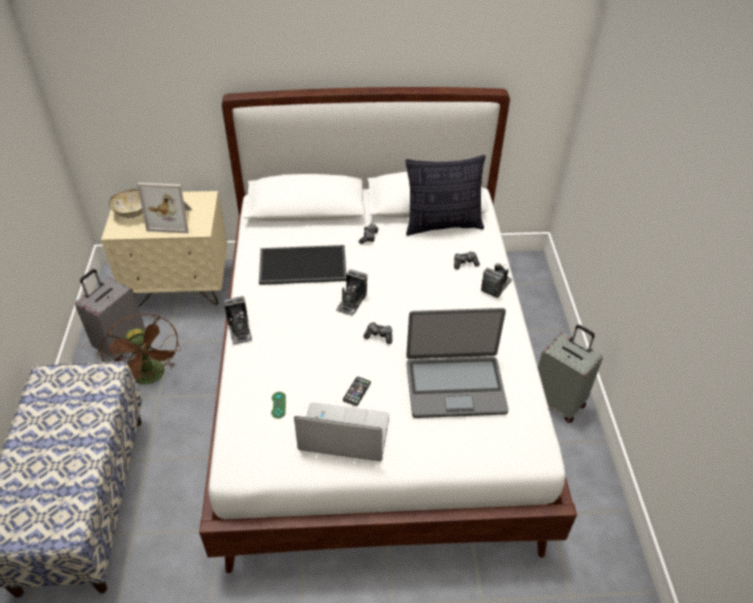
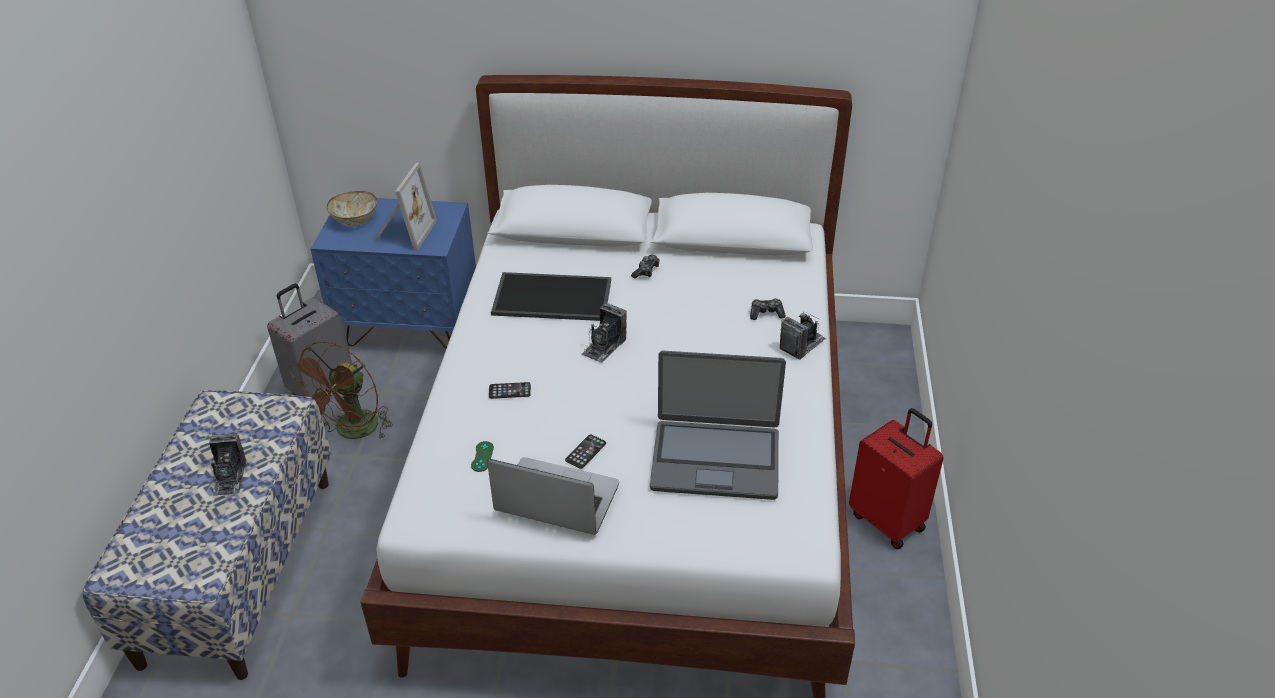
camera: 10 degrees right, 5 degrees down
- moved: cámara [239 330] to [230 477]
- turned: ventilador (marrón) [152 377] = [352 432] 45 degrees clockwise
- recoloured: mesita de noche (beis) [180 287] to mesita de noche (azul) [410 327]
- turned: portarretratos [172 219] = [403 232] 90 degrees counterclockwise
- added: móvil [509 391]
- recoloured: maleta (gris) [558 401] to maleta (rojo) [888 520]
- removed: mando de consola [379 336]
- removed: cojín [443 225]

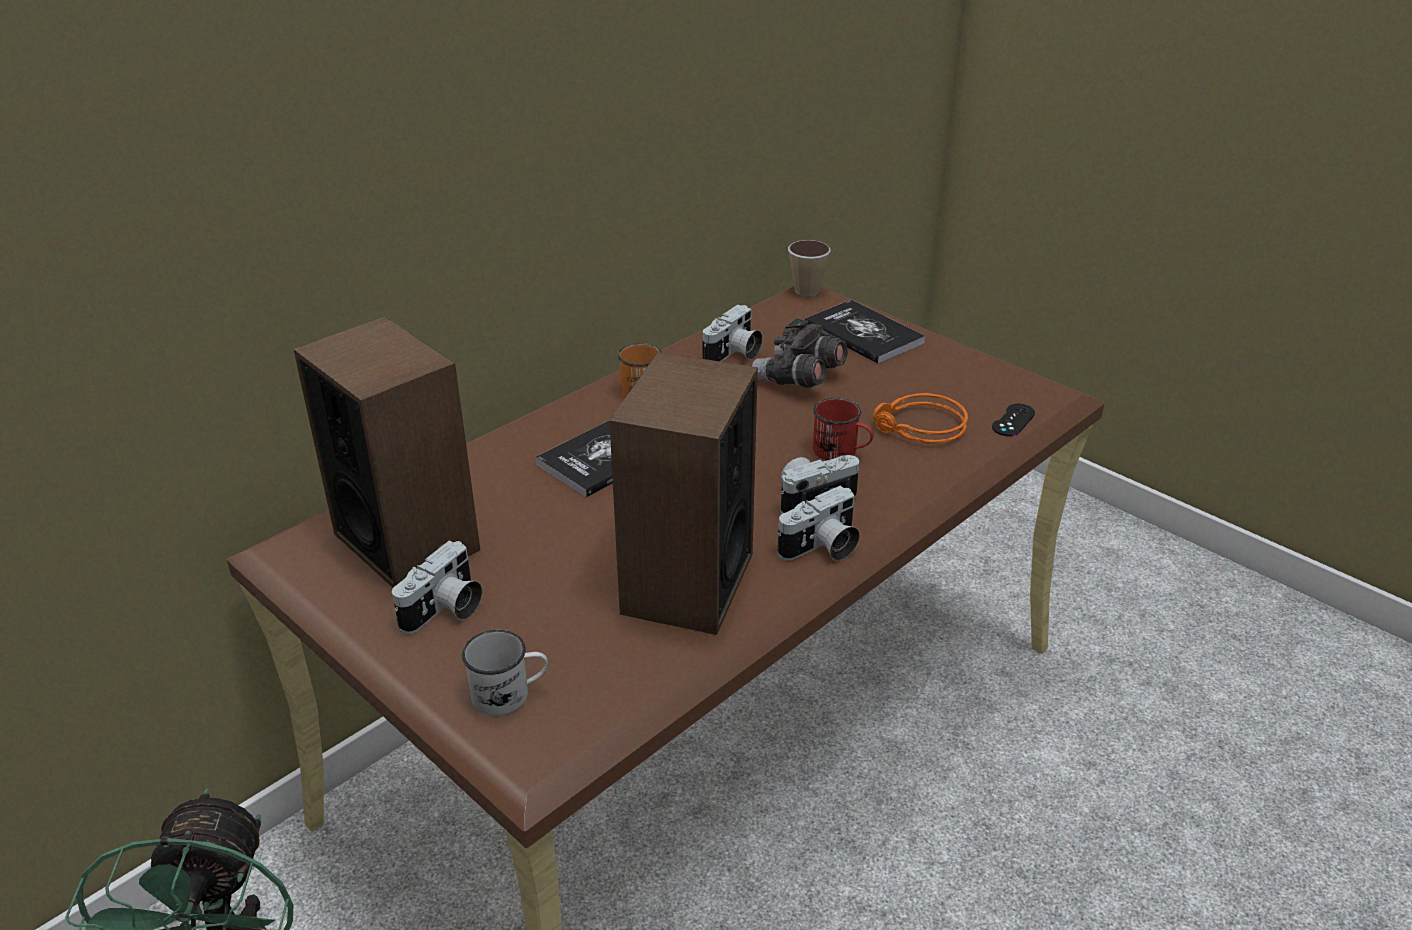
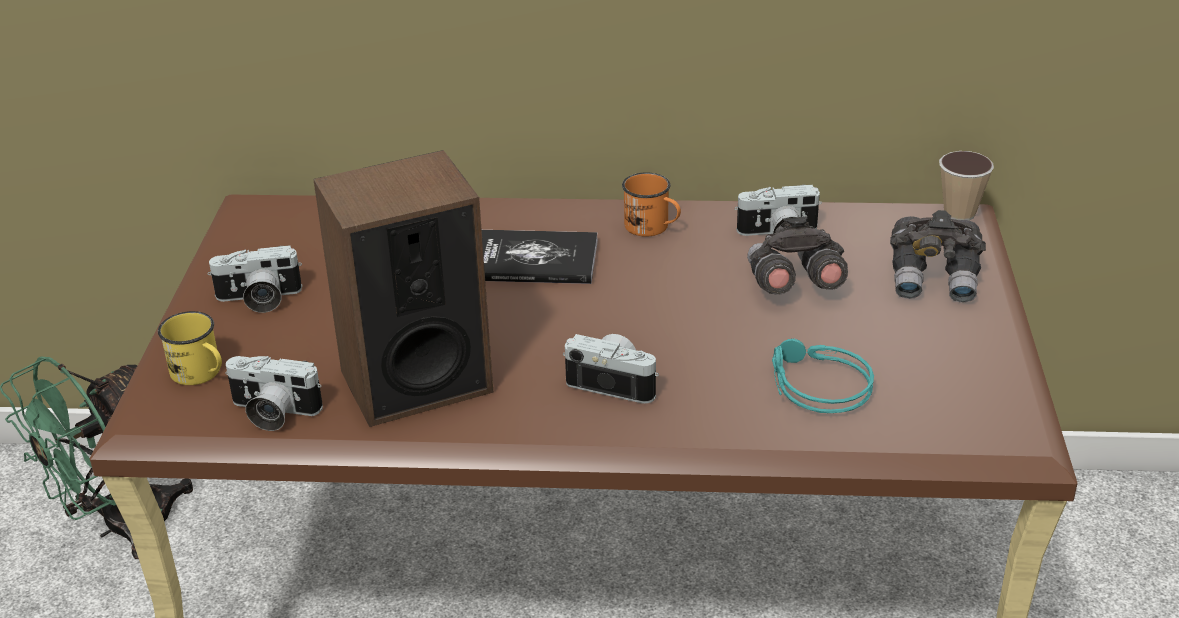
camera: 50 degrees right, 0 degrees up
- recoloured: taza grande (blanco) [509 694] to taza grande (amarillo) [201 374]
- moved: cámara [822 548] to [272 413]
- recoloured: auriculares (naranja) [919 428] to auriculares (turquesa) [815 386]
- replaced: libro [863 334] to prismáticos (gris) [934 279]
- removed: altavoz [407 541]
- removed: taza grande (rojo) [841 452]
- removed: mando de consola (negro) [1013 420]

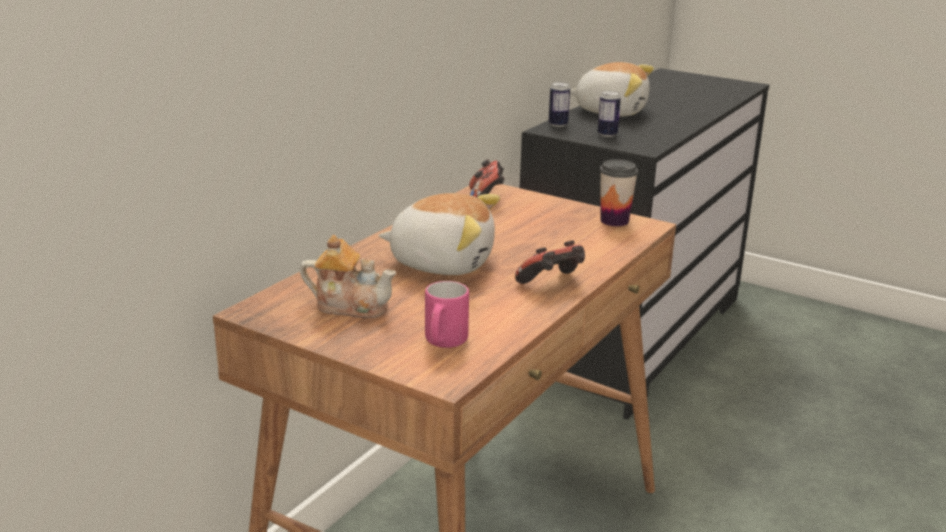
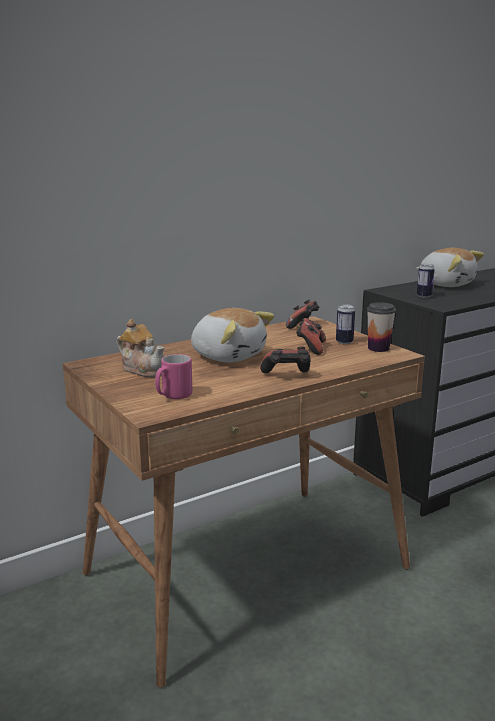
camera: 25 degrees right, 5 degrees down
- added: mando de consola [310 348]
- moved: lata [558 125] to [344 342]

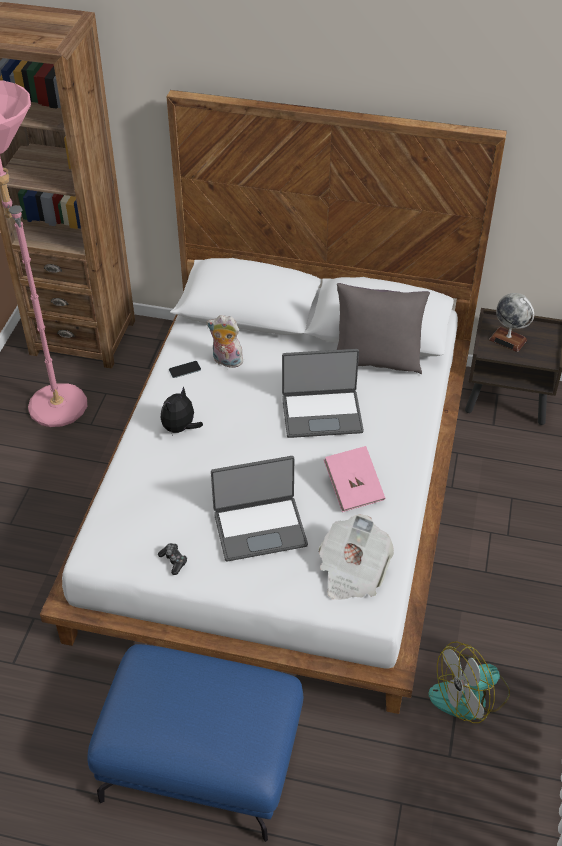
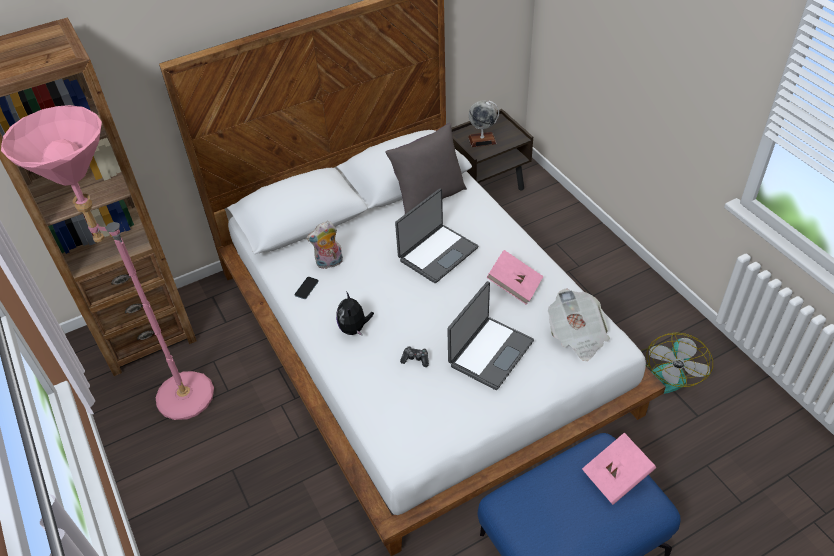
camera: 40 degrees left, 0 degrees up
- moved: mando de consola [174 561] to [415 359]
- added: libro (rosa) [616 476]

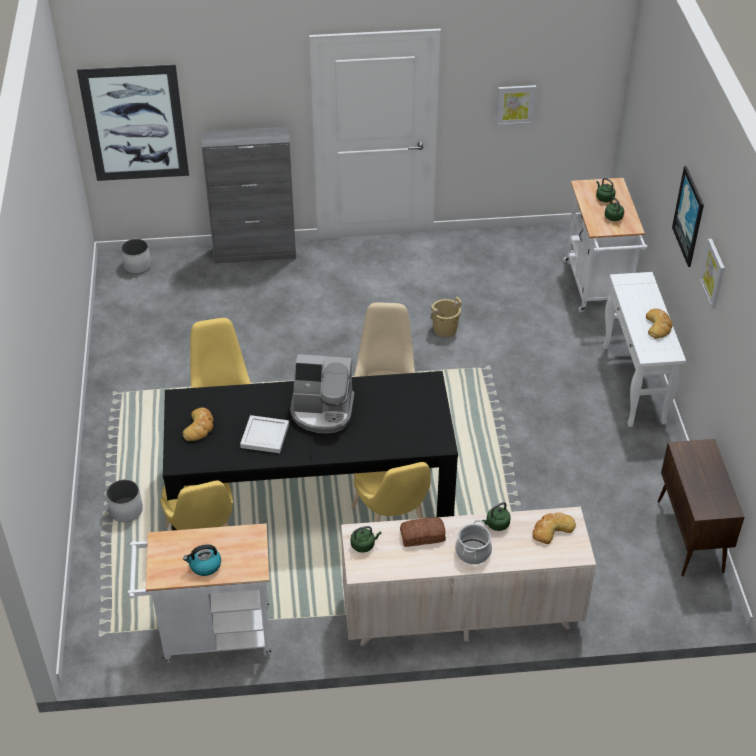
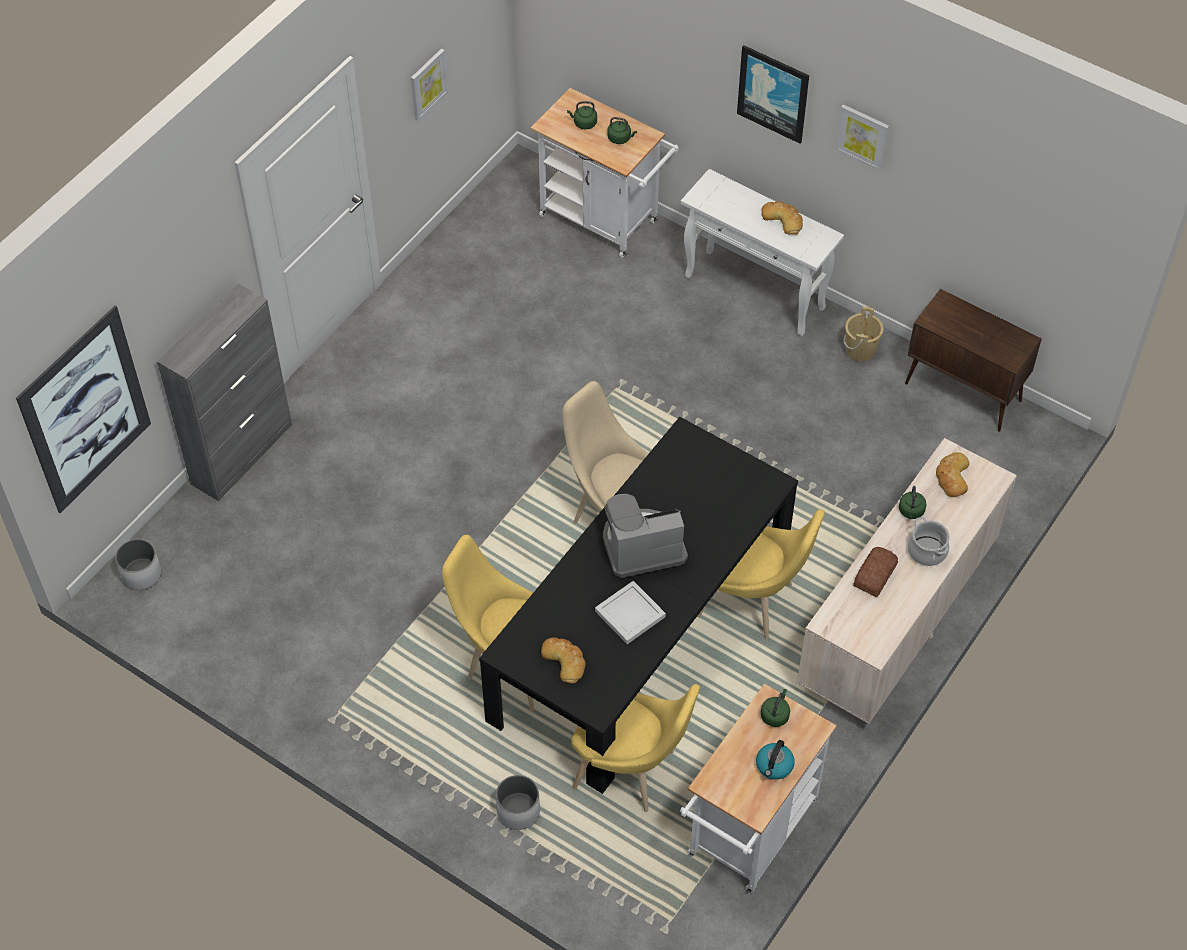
camera: 50 degrees left, 10 degrees up
- turned: cafetera [322 411] = [642 546] 150 degrees counterclockwise
- moved: hervidor (verde) [364 545] to [775 715]
- moved: cubo (beis) [445 329] to [860 350]

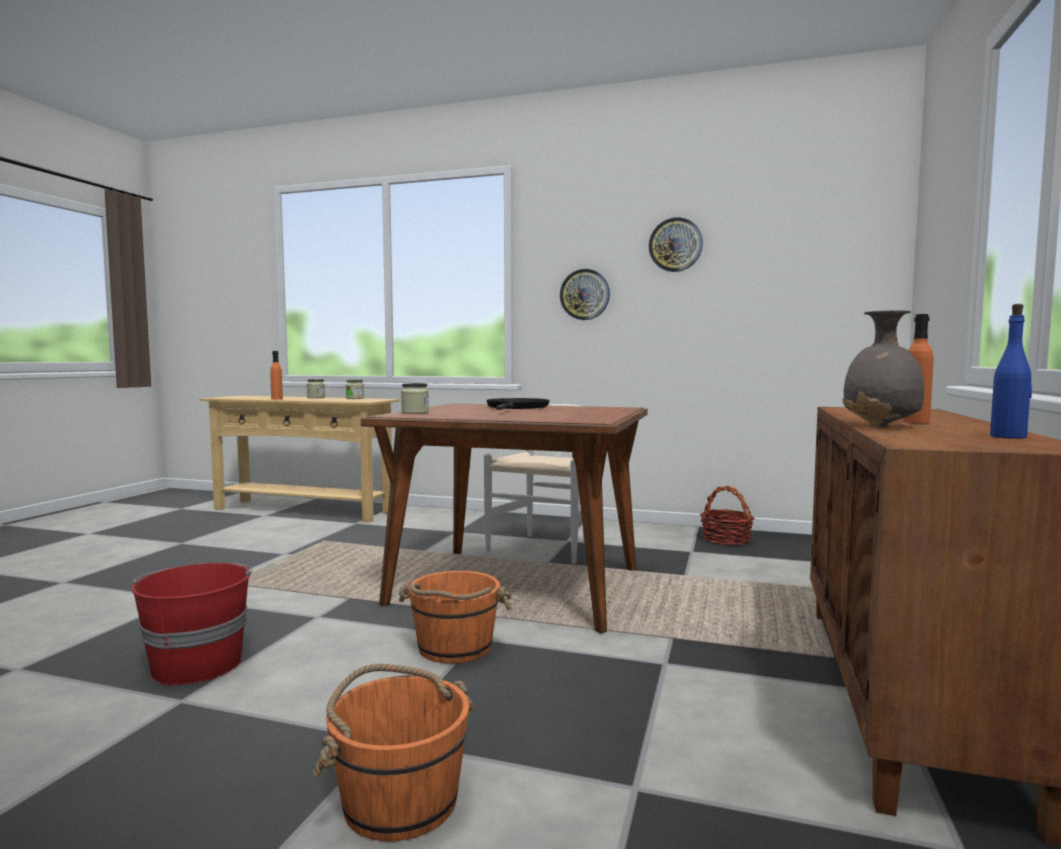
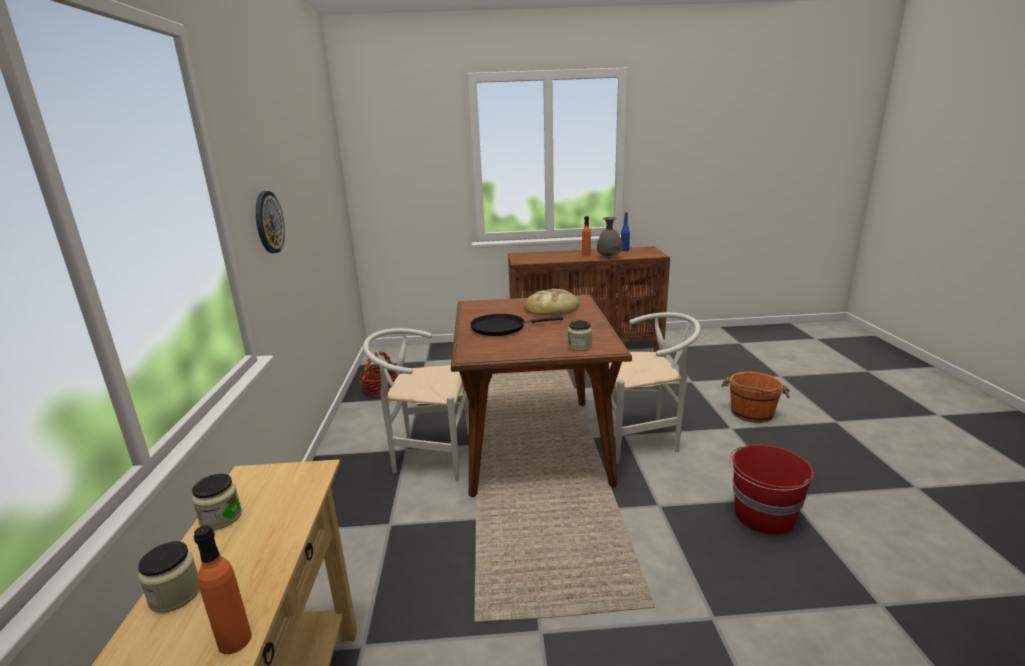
camera: 110 degrees left, 15 degrees up
- added: pan [552 307]
- replaced: cubo (naranja) [454 648] to silla (blanco) [643 437]
- removed: reloj de pared [675 245]

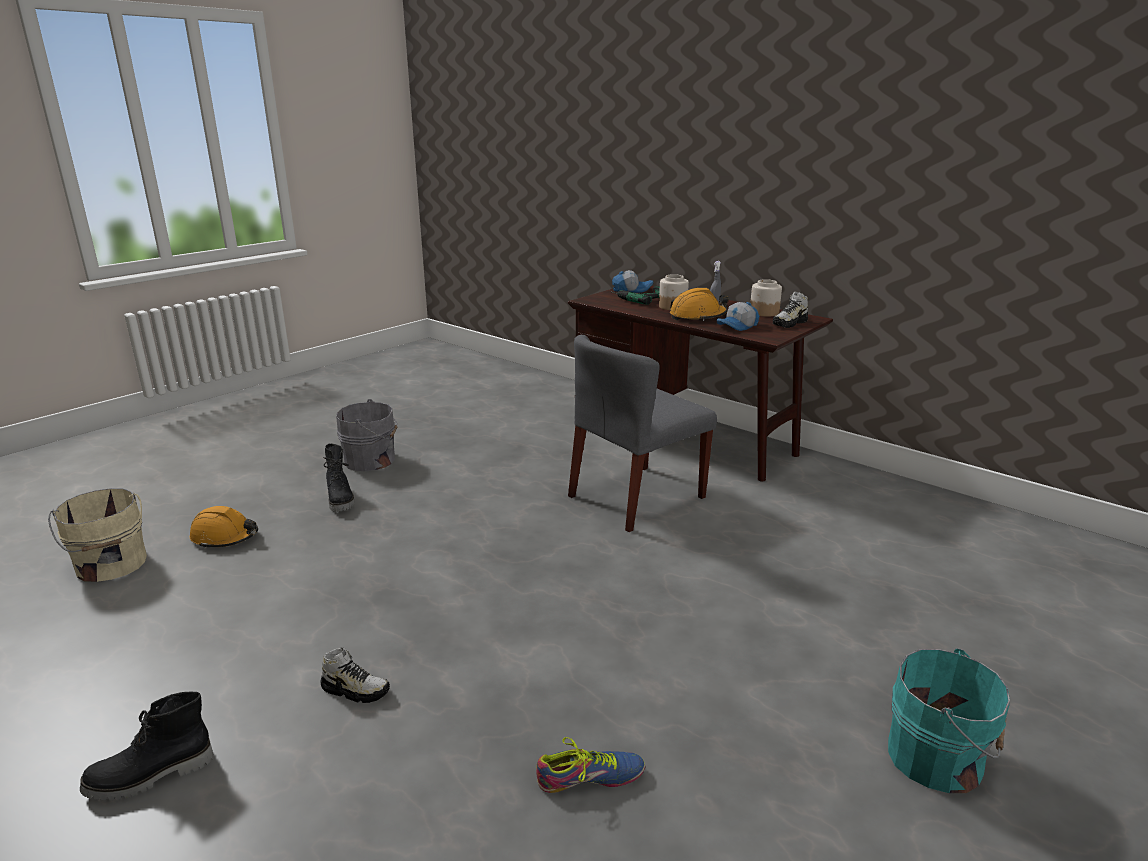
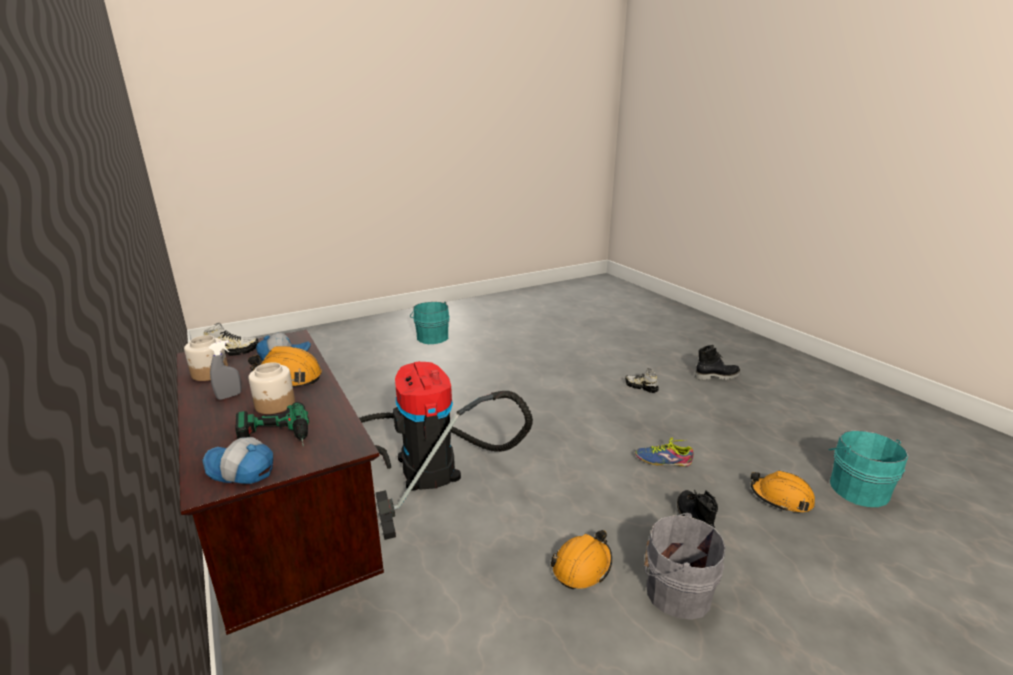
camera: 160 degrees left, 0 degrees up
- replaced: silla (gris) [636 497] to aspiradora [424 464]
- added: casco (naranja) [582 566]
- moved: zapato [589 777] to [663 460]
- recoloured: cubo (beis) [111 565] to cubo (turquesa) [857 488]

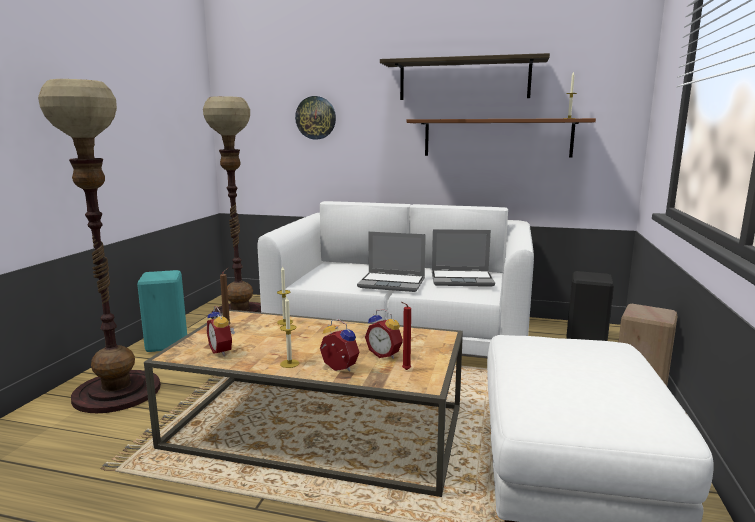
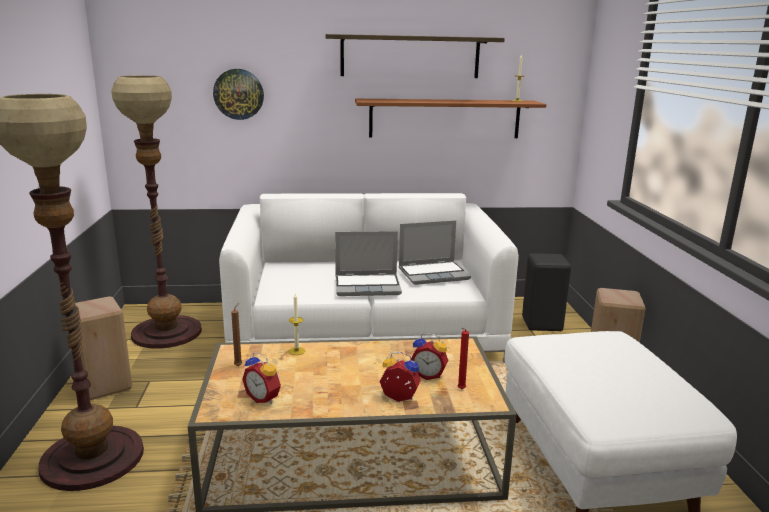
camera: 20 degrees left, 5 degrees up
- recoloured: taburete (turquesa) [168 344] to taburete (beis) [106 385]
- removed: vela [289 363]

